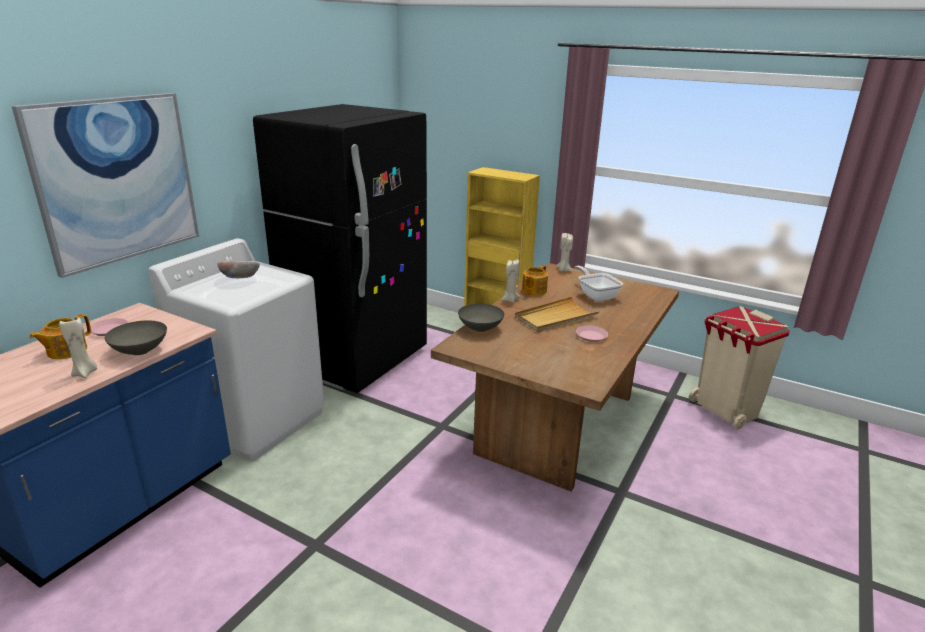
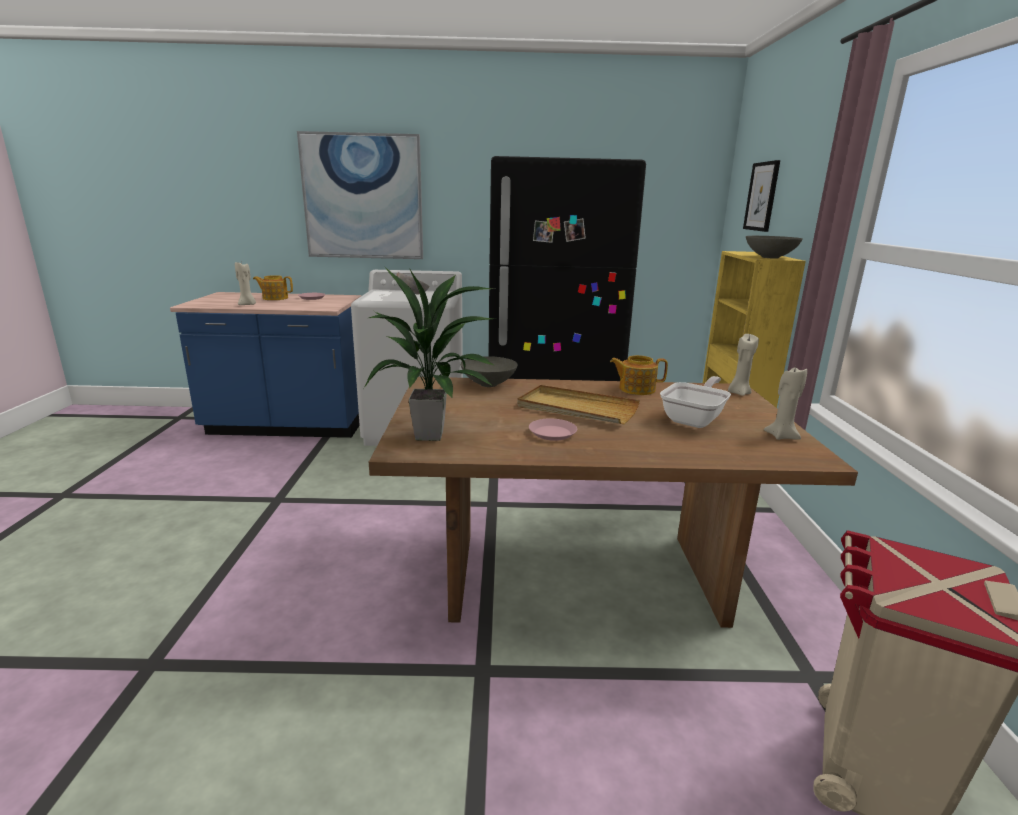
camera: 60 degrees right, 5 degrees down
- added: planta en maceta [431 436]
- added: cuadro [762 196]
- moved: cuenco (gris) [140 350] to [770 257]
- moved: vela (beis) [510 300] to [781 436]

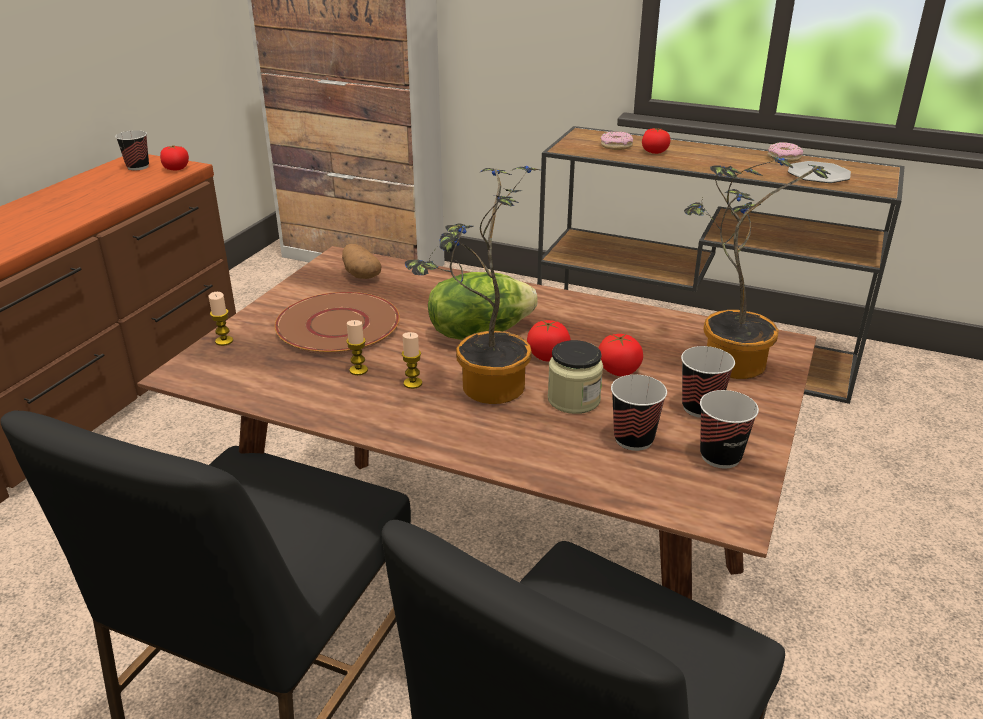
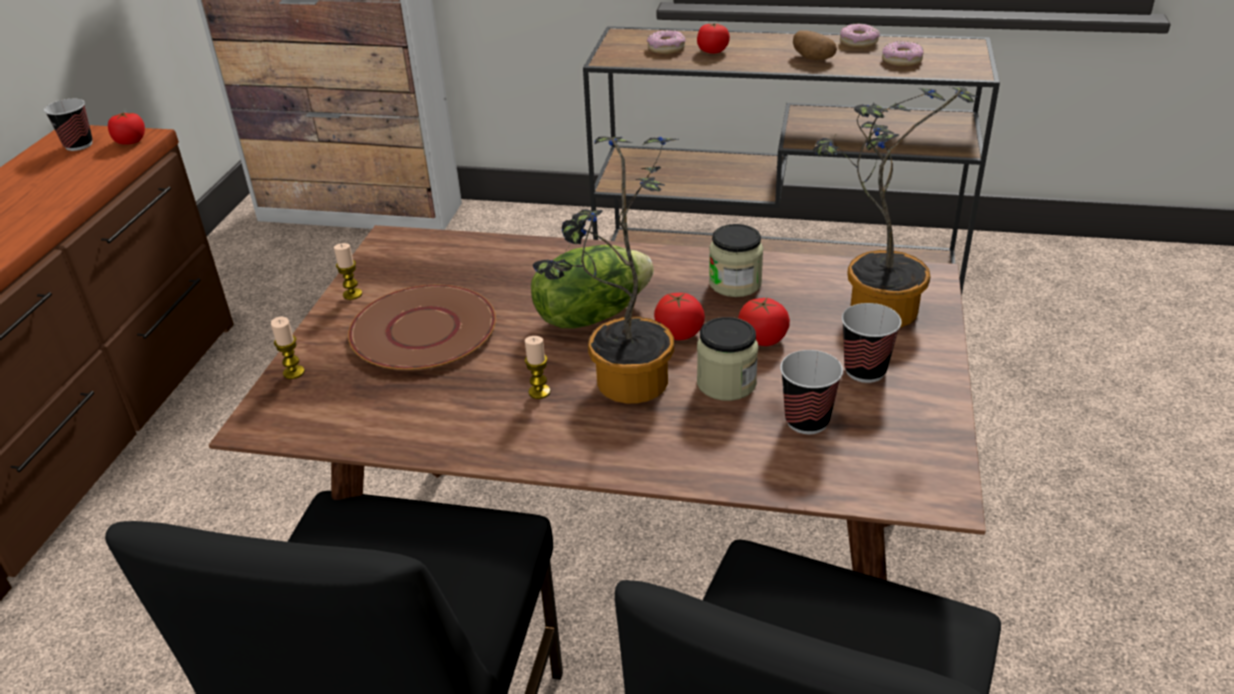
camera: 10 degrees left, 5 degrees up
- moved: vela [358 370] to [352 294]
- added: tarro [735 283]
- moved: patata [360 275] to [812 58]
- replaced: plato [817 175] to rosquilla [901 60]
- removed: taza [720 456]

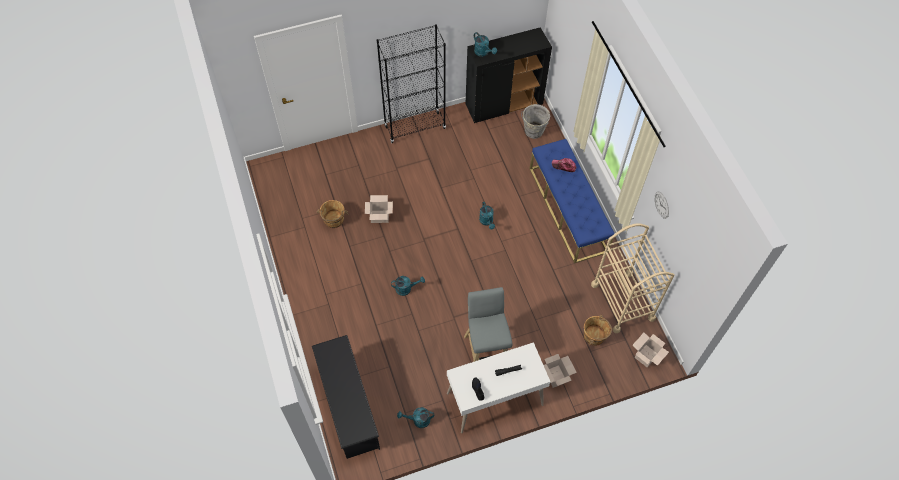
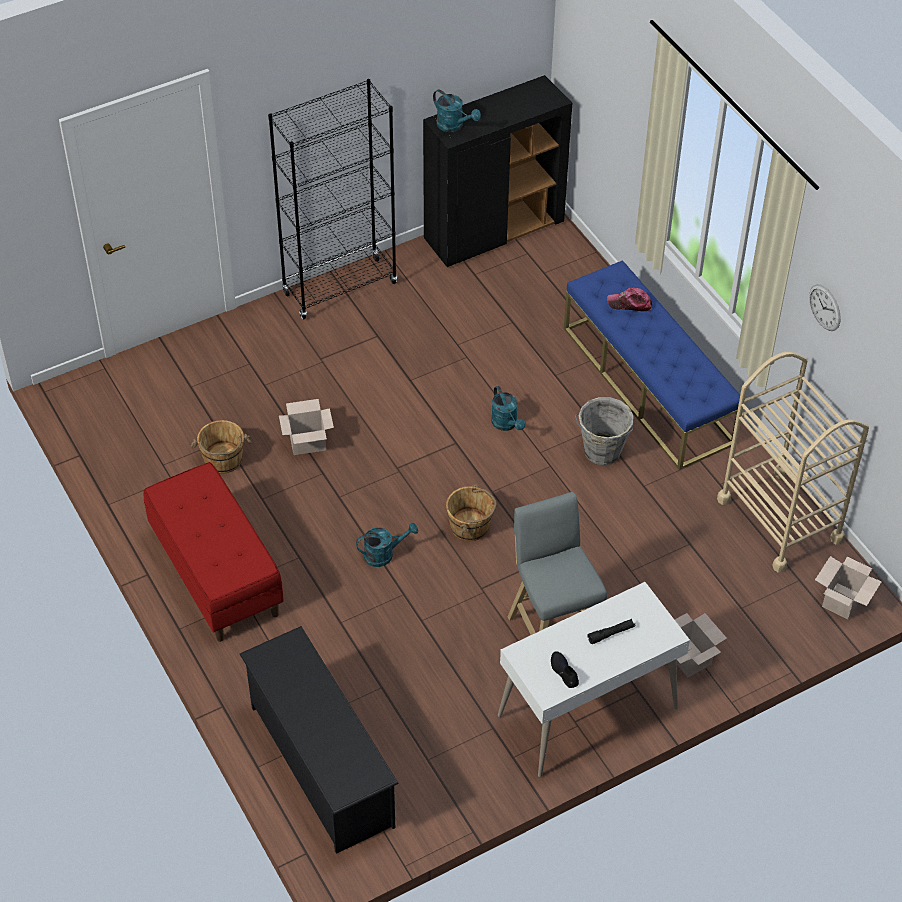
camera: 10 degrees left, 10 degrees down
- added: banco (rojo) [216 574]
- moved: cubo (marrón) [594 336] to [470 526]
- moved: cubo (gris) [533 131] to [602 452]
- removed: regadera (turquesa) [418 420]

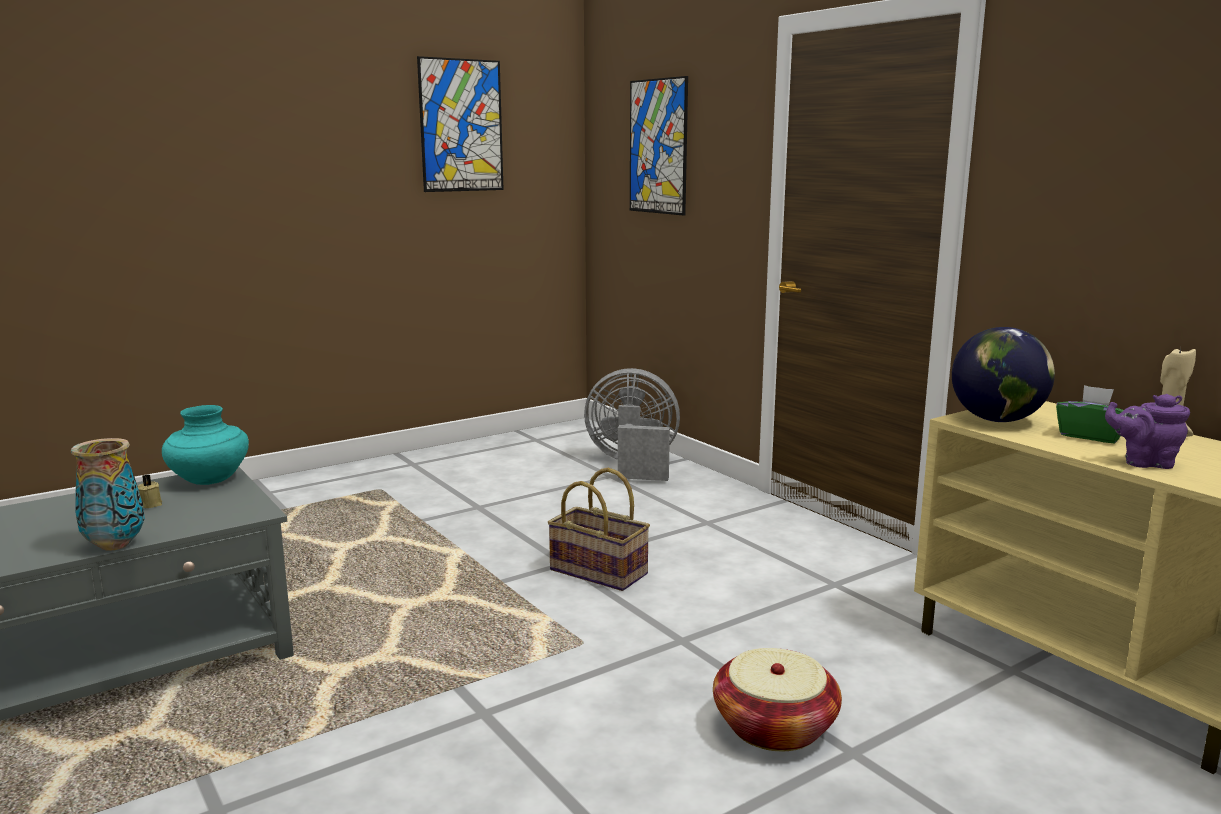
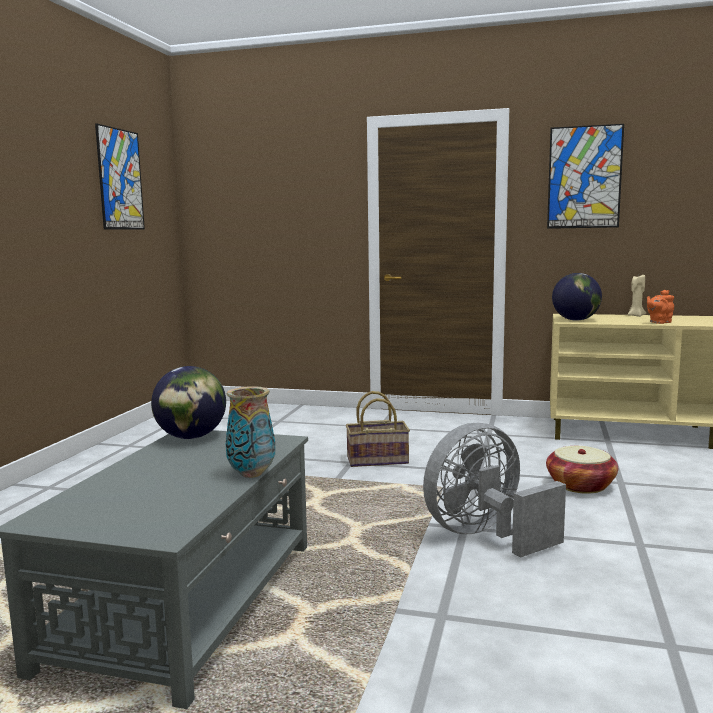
camera: 40 degrees left, 5 degrees down
- replaced: florero (turquesa) [209 480] to globo terráqueo [191 437]
- moved: ventilador (gris) [633 465] to [485 535]
- moved: cuadro [658 146] to [584 177]
- recoloured: tetera (morado) [1144 462] to tetera (naranja) [659 322]
- removed: vela (beis) [149 504]
- removed: caja de pañuelos (verde) [1090 436]

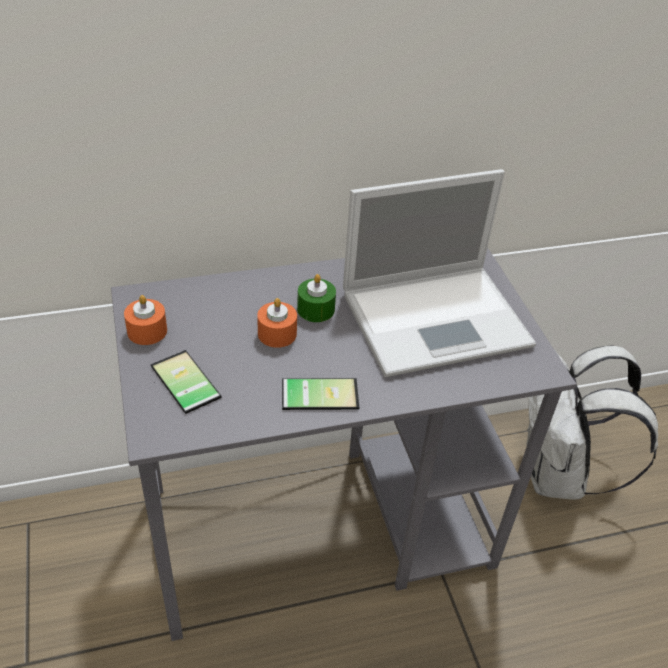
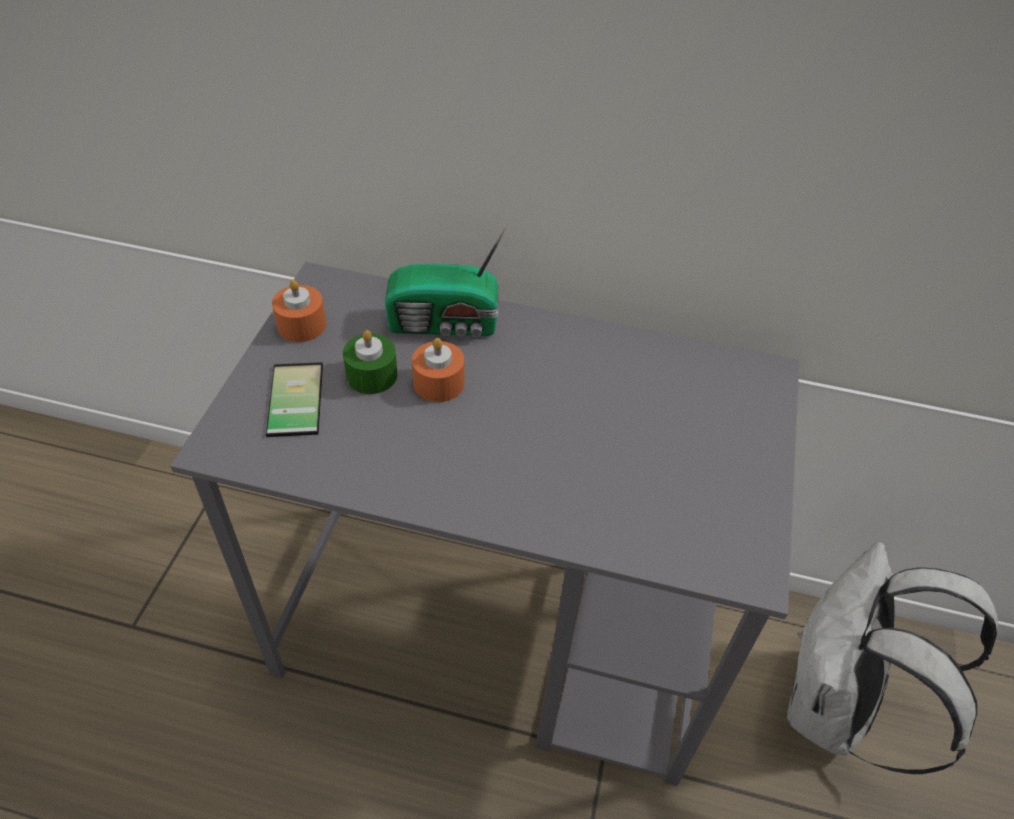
camera: 30 degrees right, 5 degrees up
- moved: vela (verde) [316 309] to [372 375]
- added: radio [446 324]
- removed: móvil [319 391]
- removed: portátil [438 318]

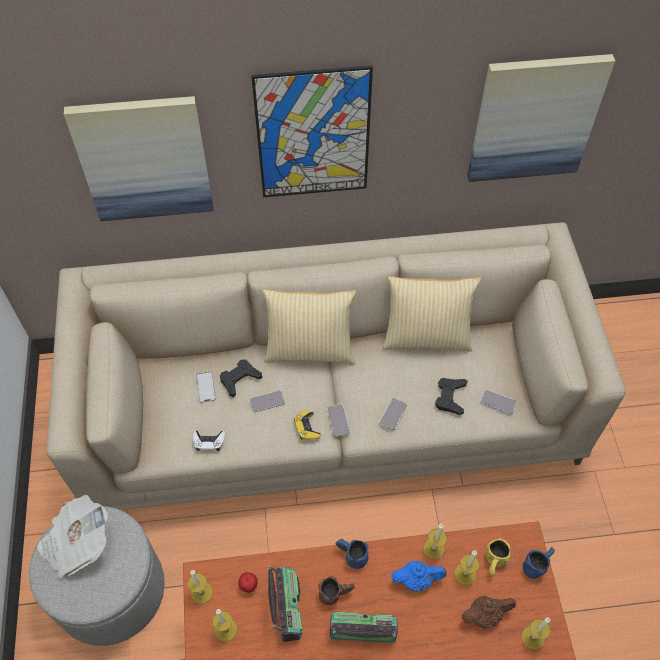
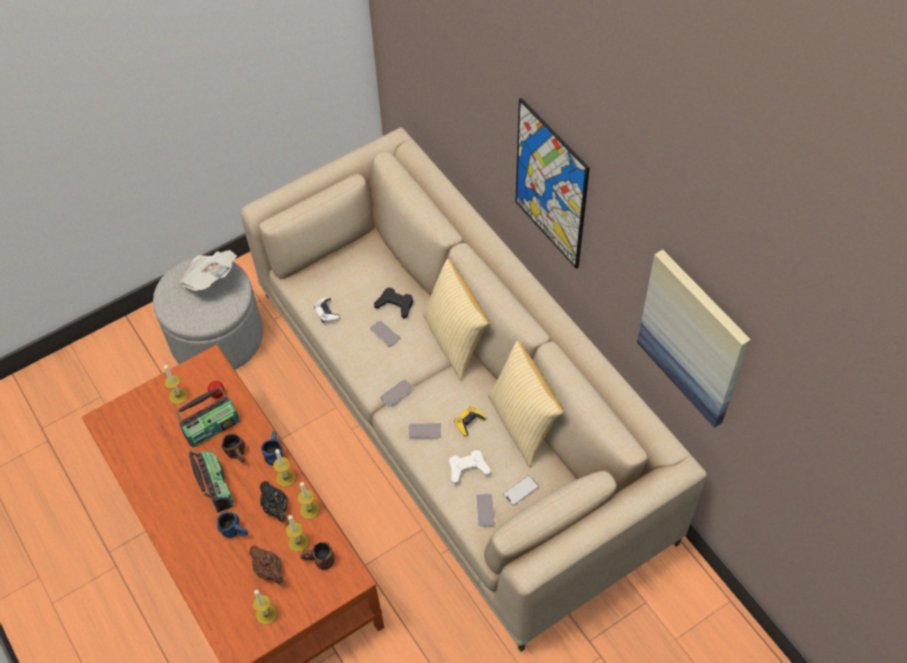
camera: 65 degrees right, 0 degrees up
- moved: taza grande (azul) [537 564] to [236 532]
- recoloured: tetera (azul) [417 579] to tetera (negro) [276 508]
- moved: vela [201 592] to [285 478]
- recoloured: taza grande (amarillo) [494 563] to taza grande (marrón) [318 561]
- recoloured: mando de consola (negro) [450 397] to mando de consola (blanco) [468 468]
- moved: mando de consola (amarillo) [307 427] to [469 422]
- moved: móvil [206 387] to [521 490]
- removed: cuadro [144 159]

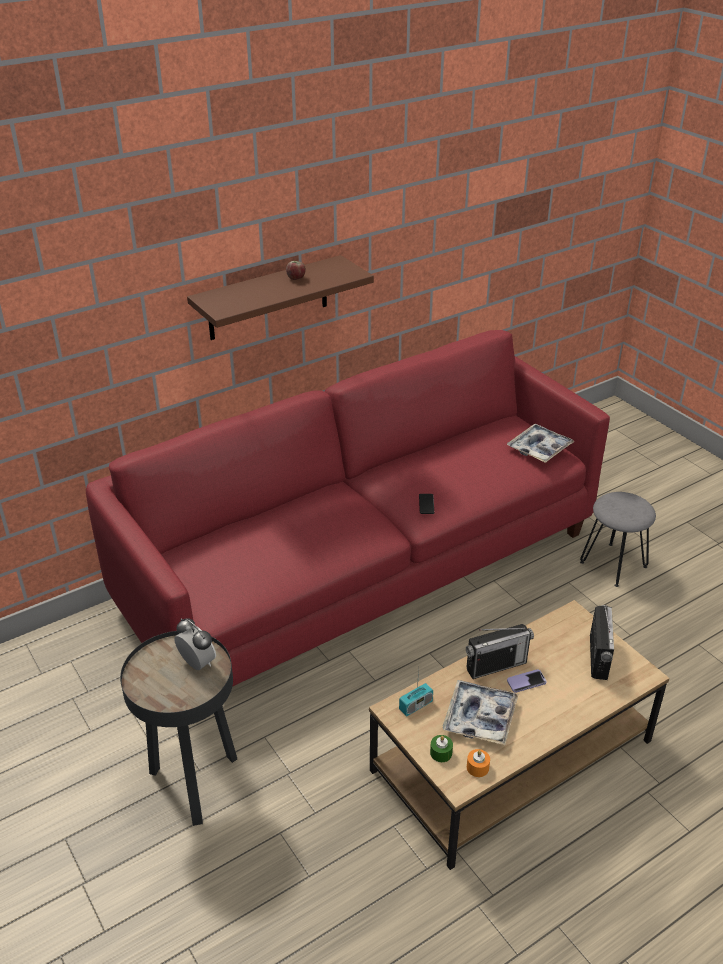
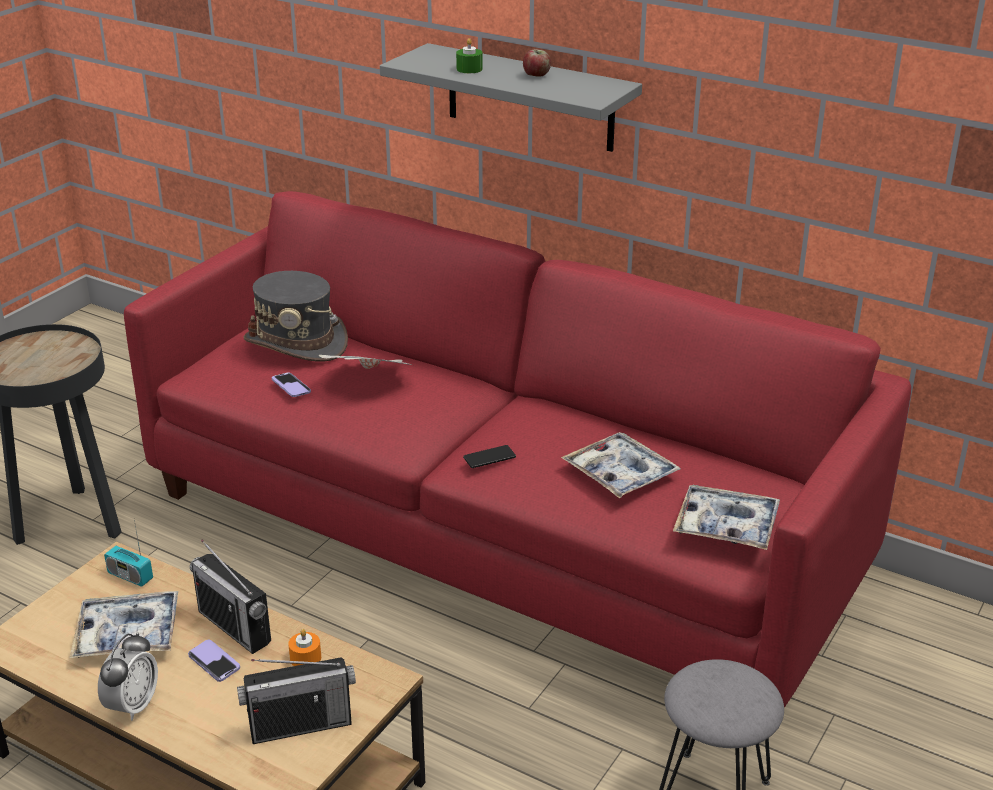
camera: 65 degrees right, 5 degrees down
- moved: despertador [197 663] to [133 706]
- added: sombrero (gris) [296 343]
- added: móvil [291 386]
- moved: vela (naranja) [477 767] to [305 658]
- added: periódico [371 382]
- recoloured: estante (marrón) [268 298] to estante (gris) [530 98]
- moved: vela (verde) [441 753] to [469 69]
- added: bandeja [620 474]

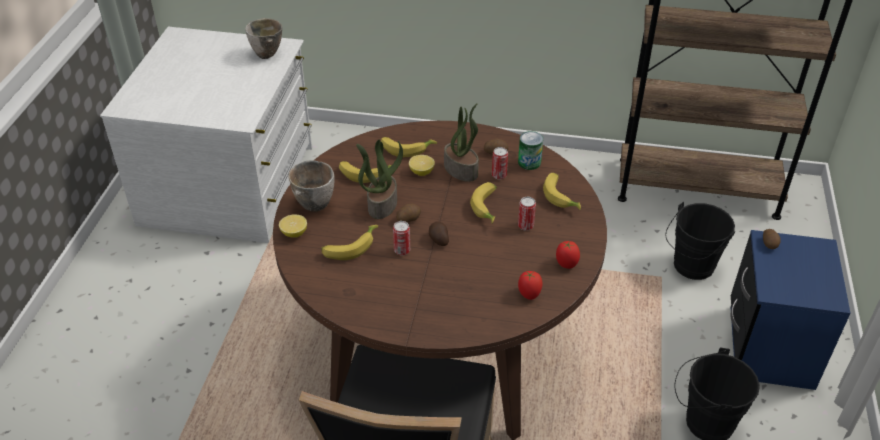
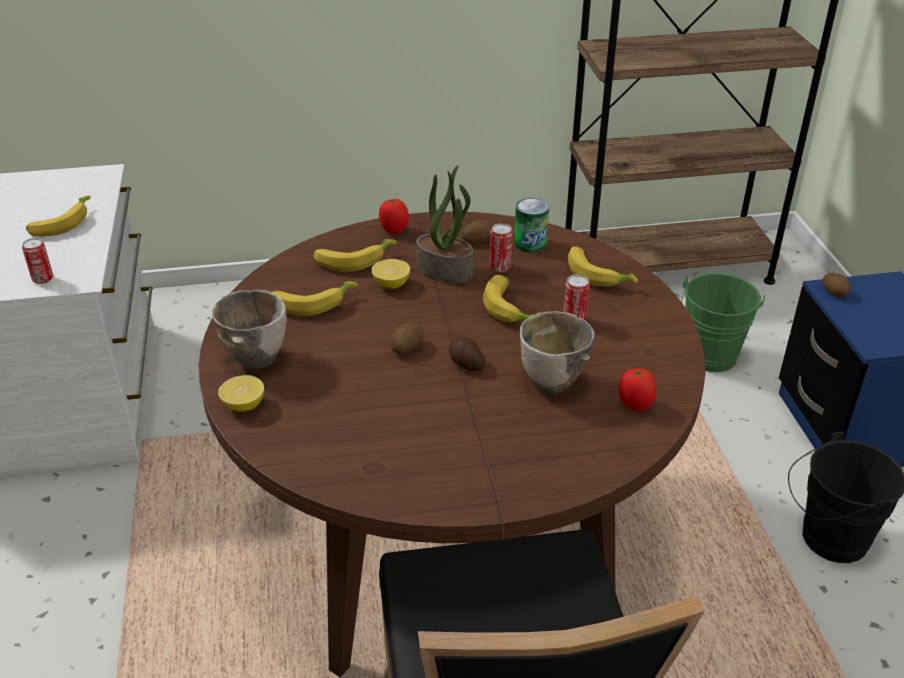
camera: 20 degrees left, 5 degrees down
- moved: lata [402 250] to [43 279]
- moved: plátano [350 247] to [61 223]
- moved: tomate [566 264] to [394 230]
- moved: cuenco [267 55] to [553 385]
- recoloured: cubo (negro) [691 268] to cubo (verde) [708 359]
- removed: planta en maceta [382 204]

